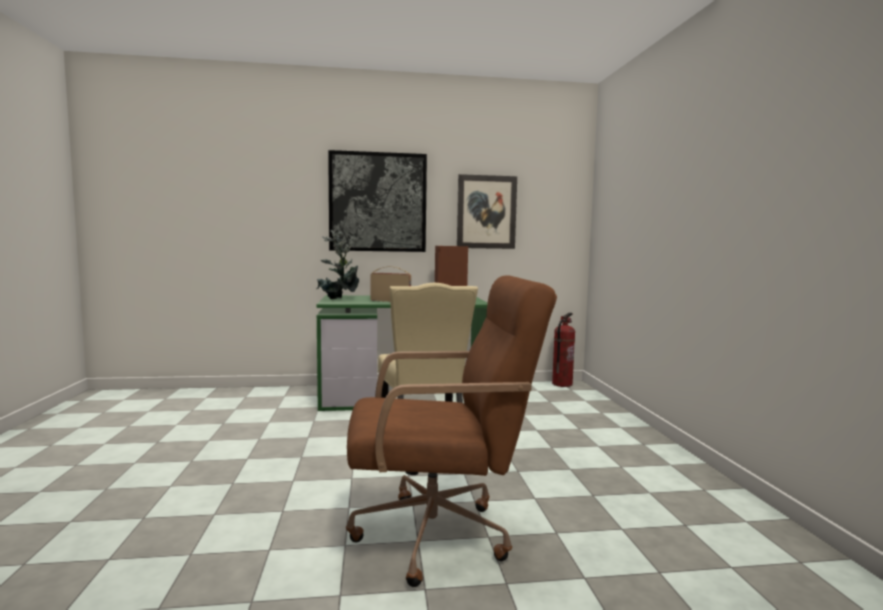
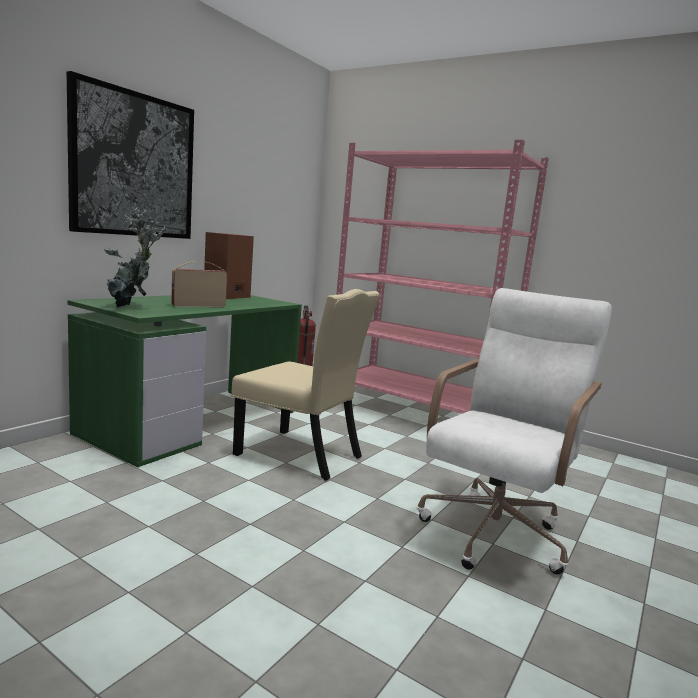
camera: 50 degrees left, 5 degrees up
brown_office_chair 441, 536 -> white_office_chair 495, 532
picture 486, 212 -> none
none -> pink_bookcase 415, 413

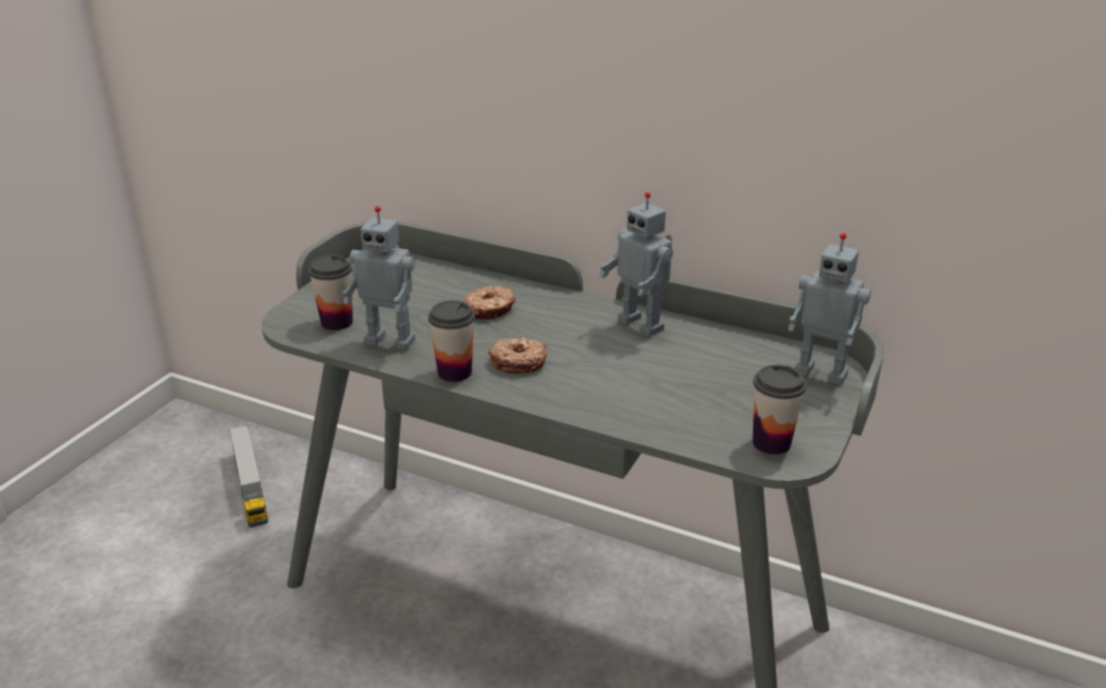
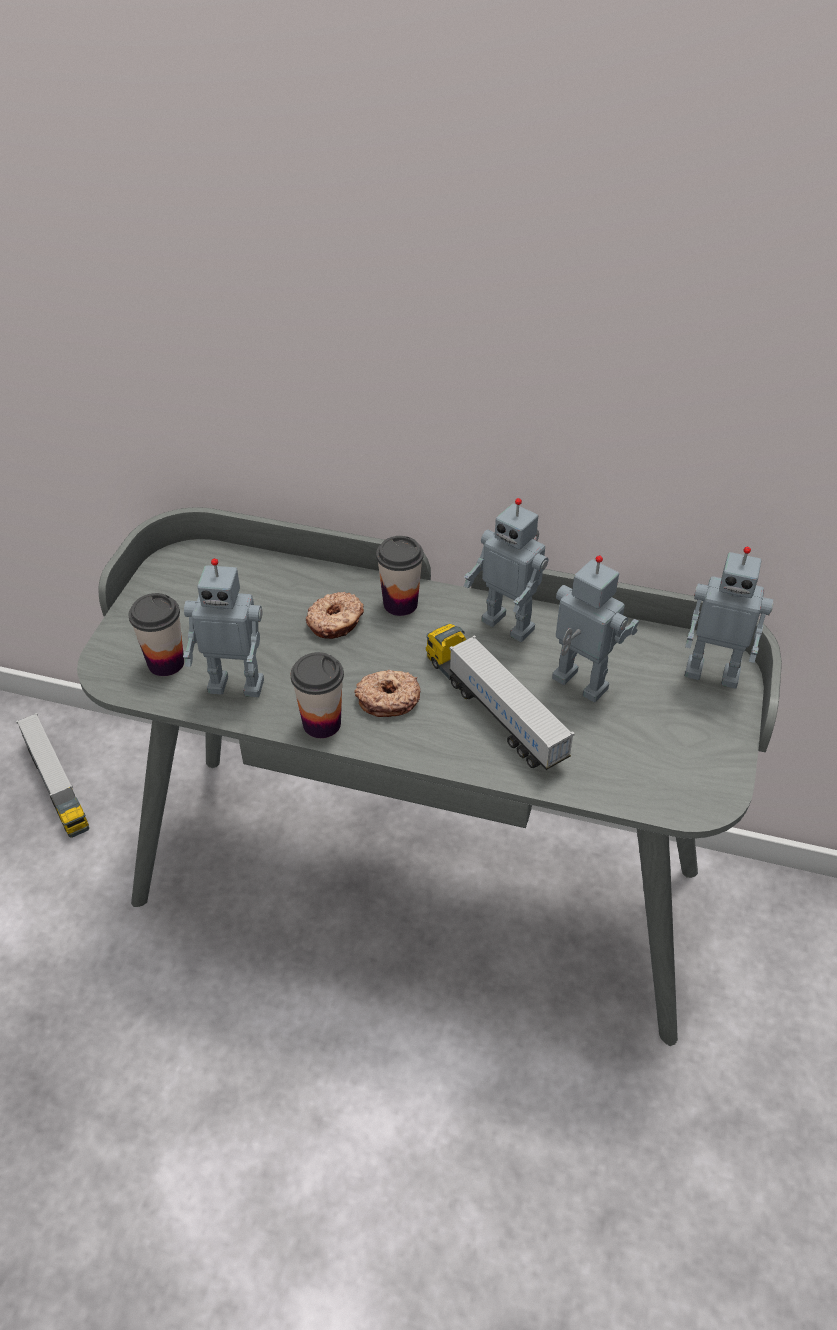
camera: 10 degrees left, 15 degrees up
cup 771, 443 -> cup 400, 604, relocated
none -> toy_truck 493, 710
none -> toy_robot 577, 685

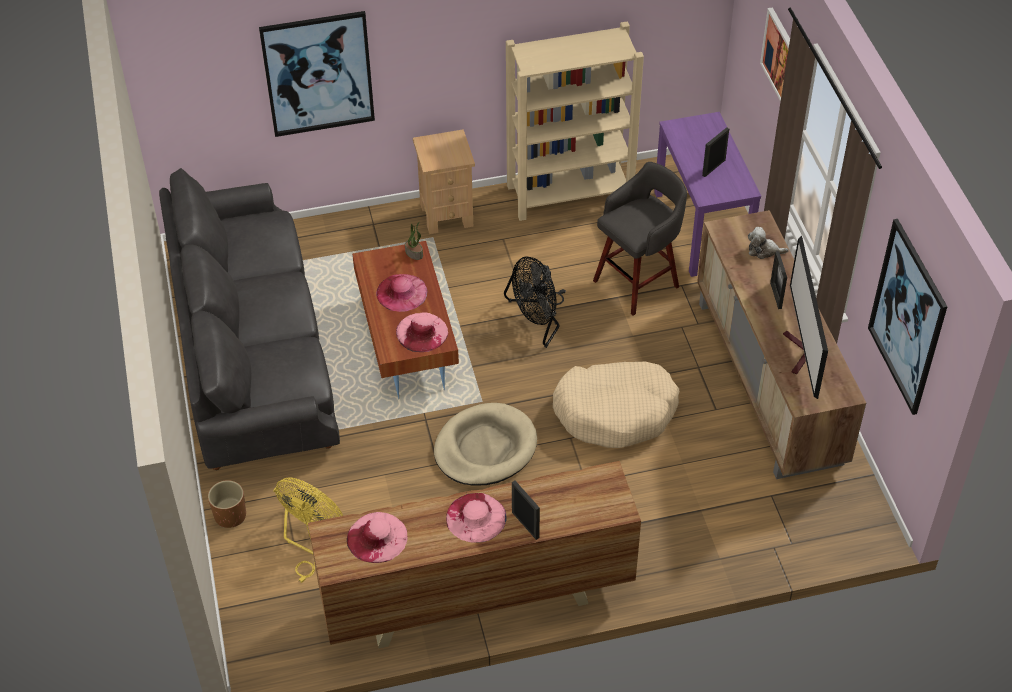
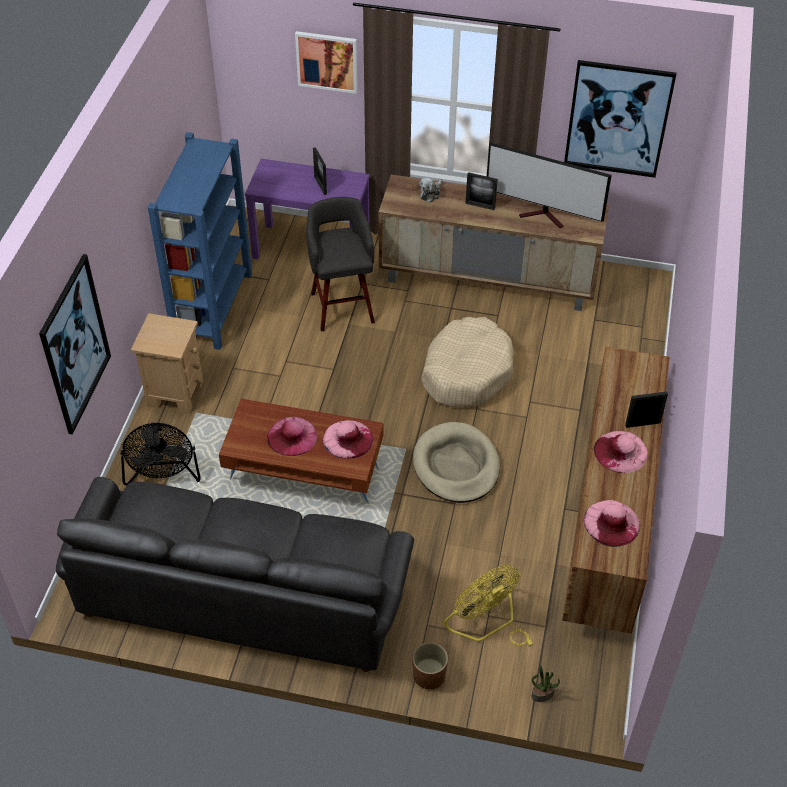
camera: 65 degrees left, 0 degrees up
potted_plant 414, 253 -> potted_plant 542, 694, relocated
black_fan 538, 316 -> black_fan 161, 472, relocated
beige_bookcase 570, 193 -> blue_bookcase 212, 306

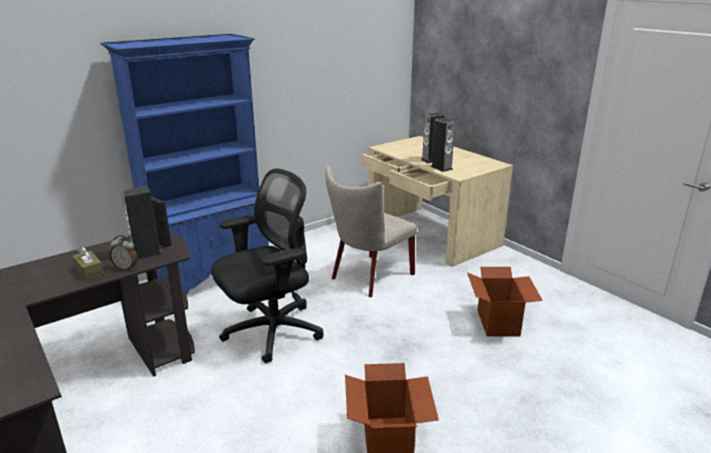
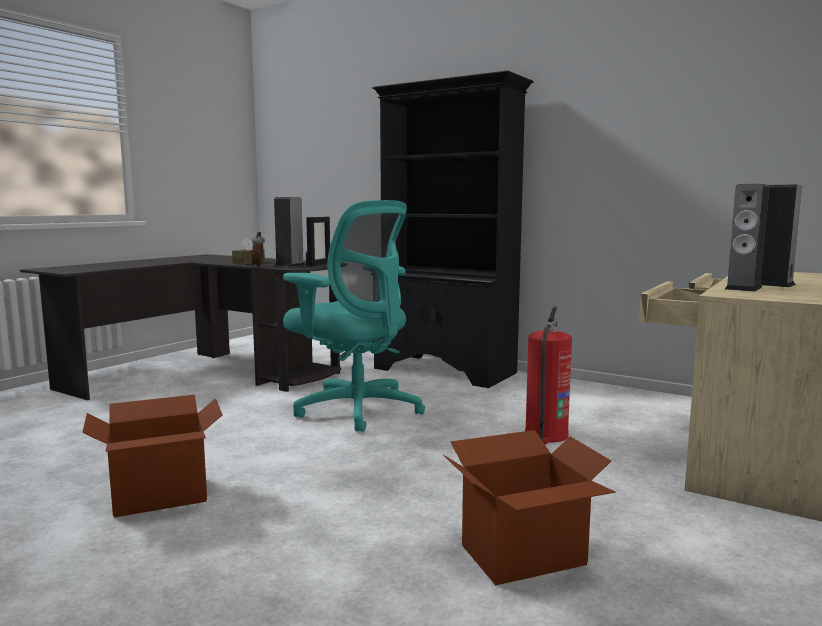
camera: 70 degrees right, 15 degrees down
blue_bookcase 211, 276 -> black_bookcase 445, 370
black_office_chair 268, 334 -> turquoise_office_chair 351, 409
beige_chair 368, 277 -> fire_extinguisher 545, 435

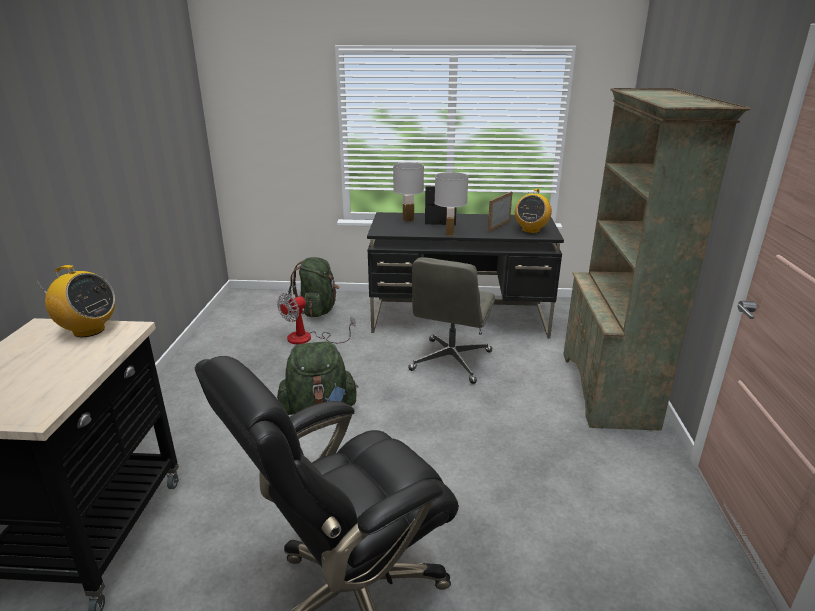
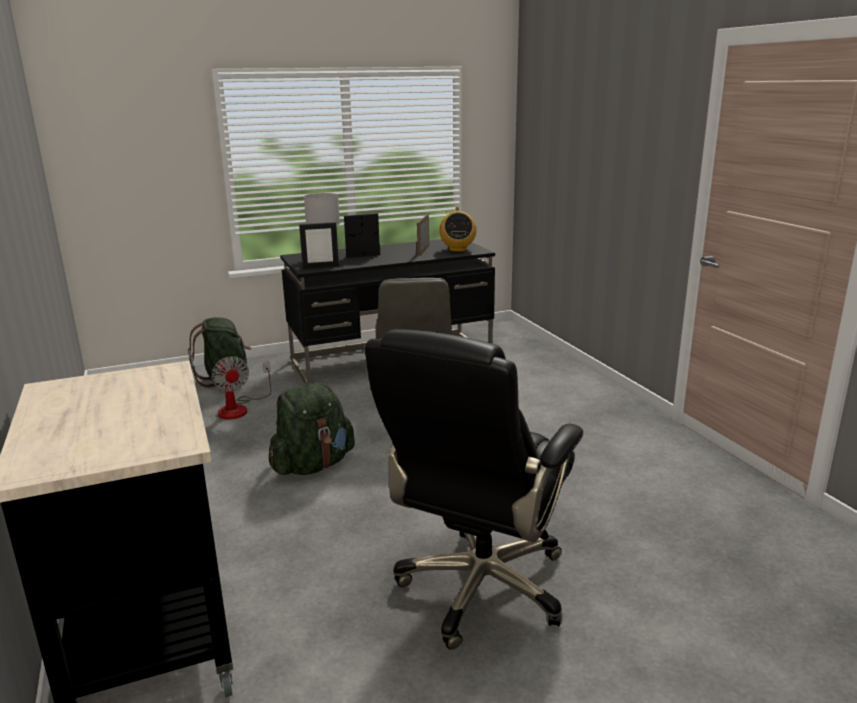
camera: 25 degrees left, 5 degrees down
radio 88, 330 -> none
fan 308, 338 -> fan 239, 408, 45 degrees counterclockwise
white_table_lamp 449, 233 -> none
green_bookcase 608, 388 -> none
none -> picture_frame 320, 266

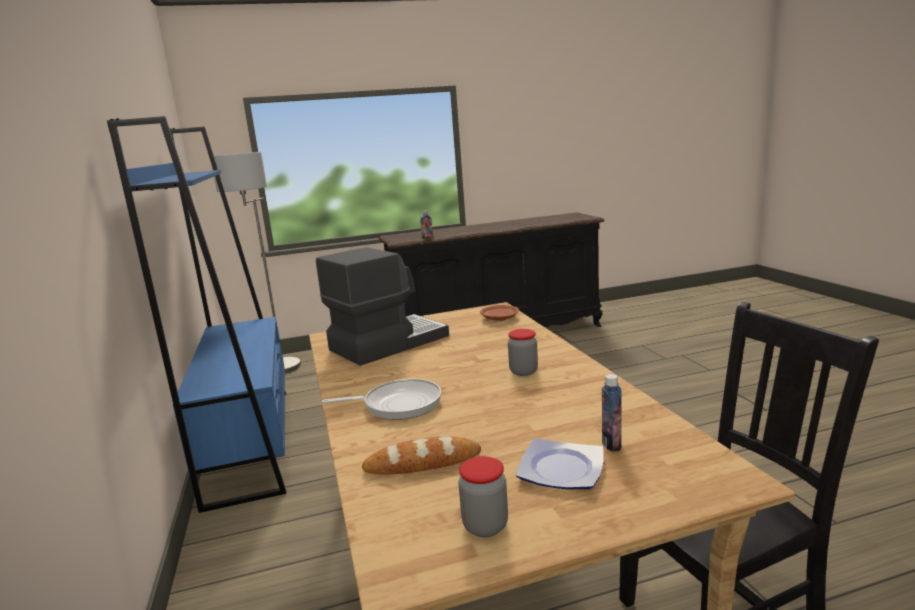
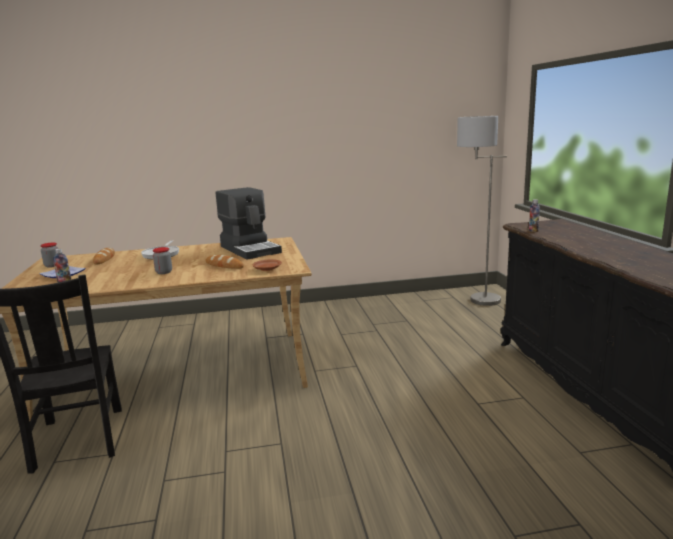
camera: 95 degrees right, 0 degrees up
blue_bookcase 250, 441 -> none
none -> bread 224, 265

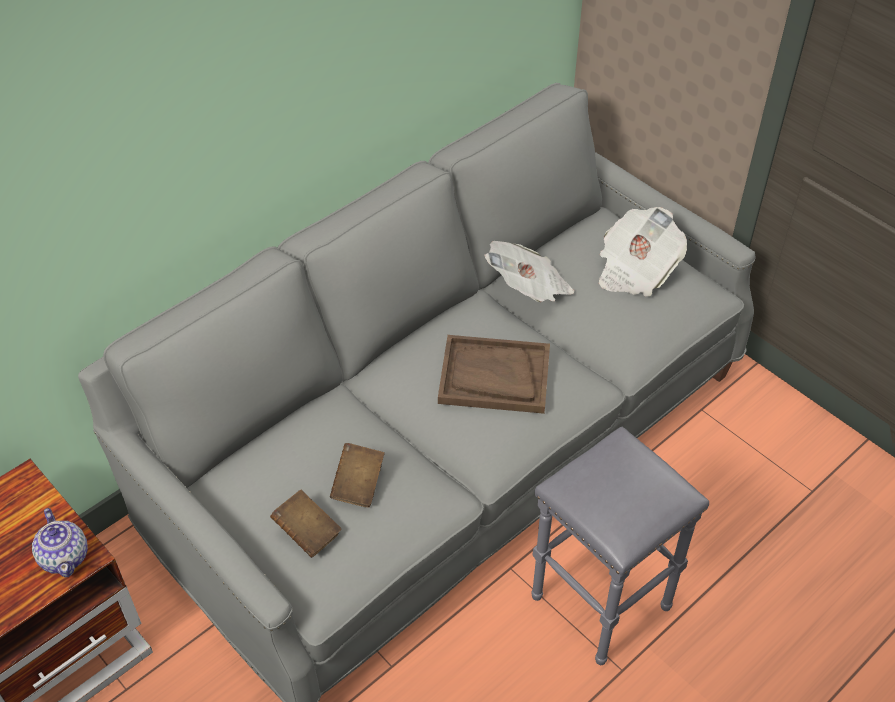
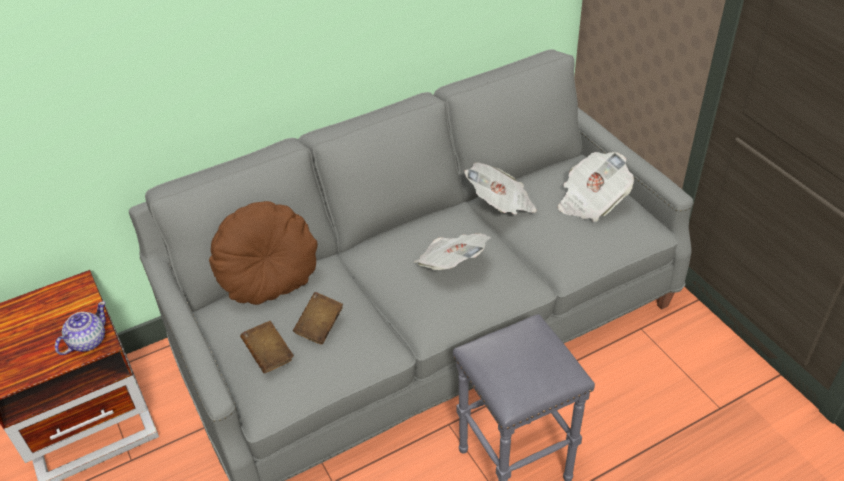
camera: 15 degrees right, 5 degrees down
teapot 65, 556 -> teapot 87, 341, 135 degrees counterclockwise
brown_tray 494, 376 -> newspaper 451, 264
none -> brown_pillow 271, 286

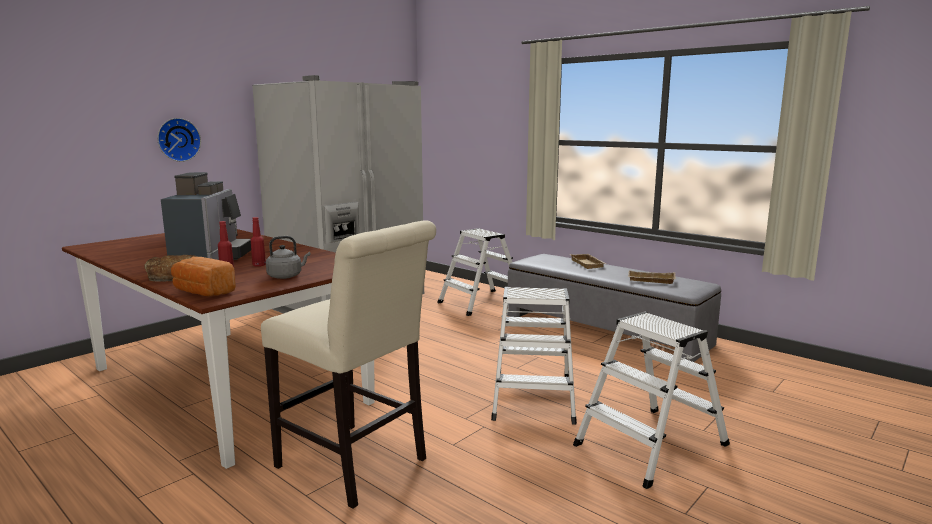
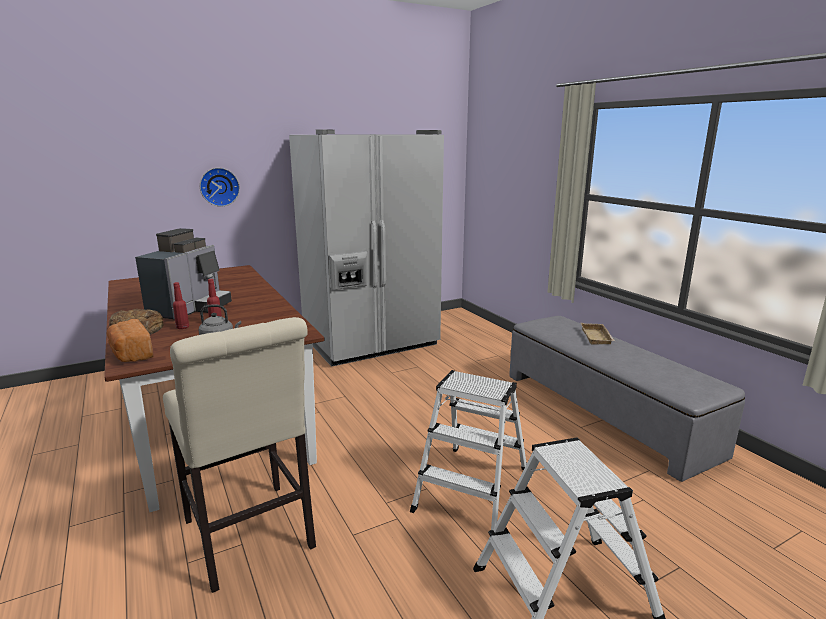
camera: 20 degrees right, 5 degrees up
white_step_ladder 481, 302 -> none
beige_tray 650, 280 -> none

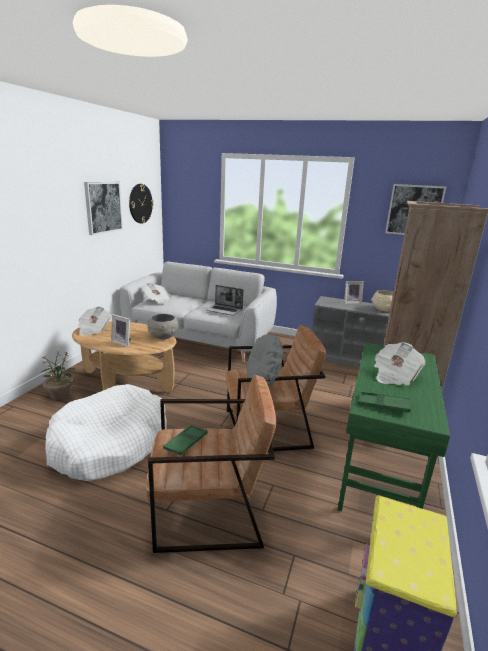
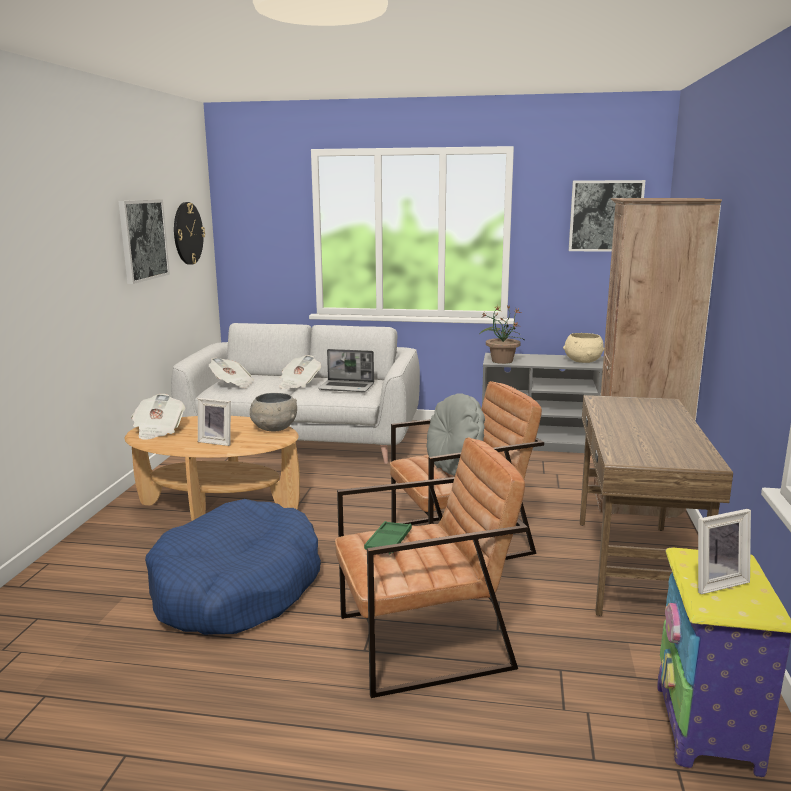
camera: 10 degrees left, 5 degrees down
potted_plant 60, 395 -> potted_plant 501, 361, relocated
white_dog_bed 110, 443 -> blue_dog_bed 236, 588
green_console_table 379, 473 -> brown_console_table 634, 568
picture_frame 351, 302 -> picture_frame 715, 582, relocated
green_tray 383, 405 -> none
newspaper 394, 376 -> newspaper 298, 384, relocated

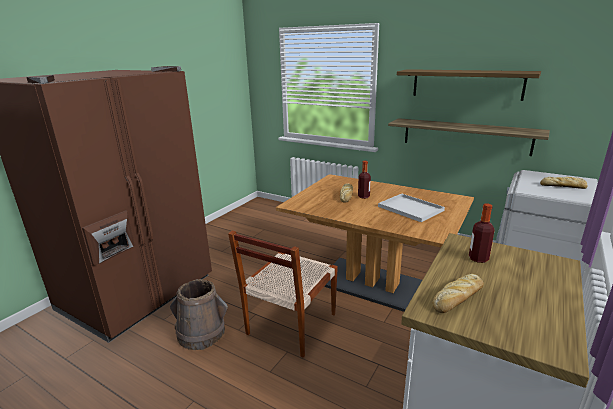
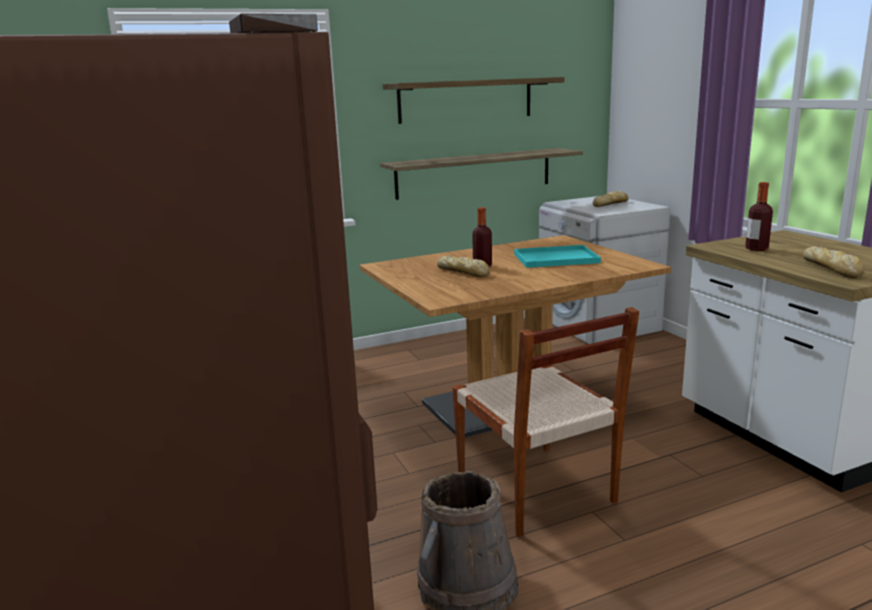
camera: 55 degrees left, 5 degrees down
white_tray 409, 208 -> turquoise_tray 554, 258

